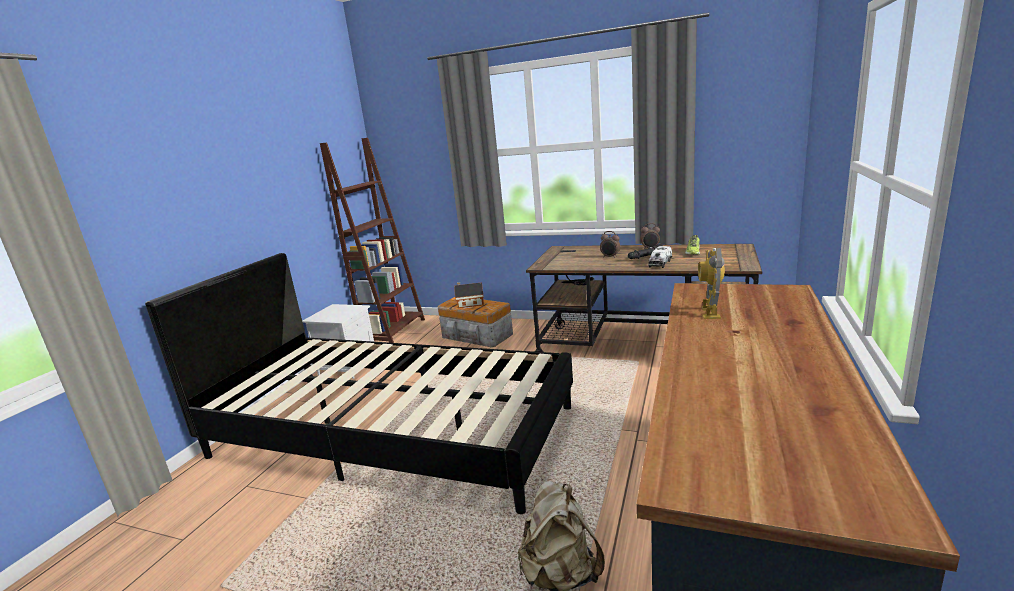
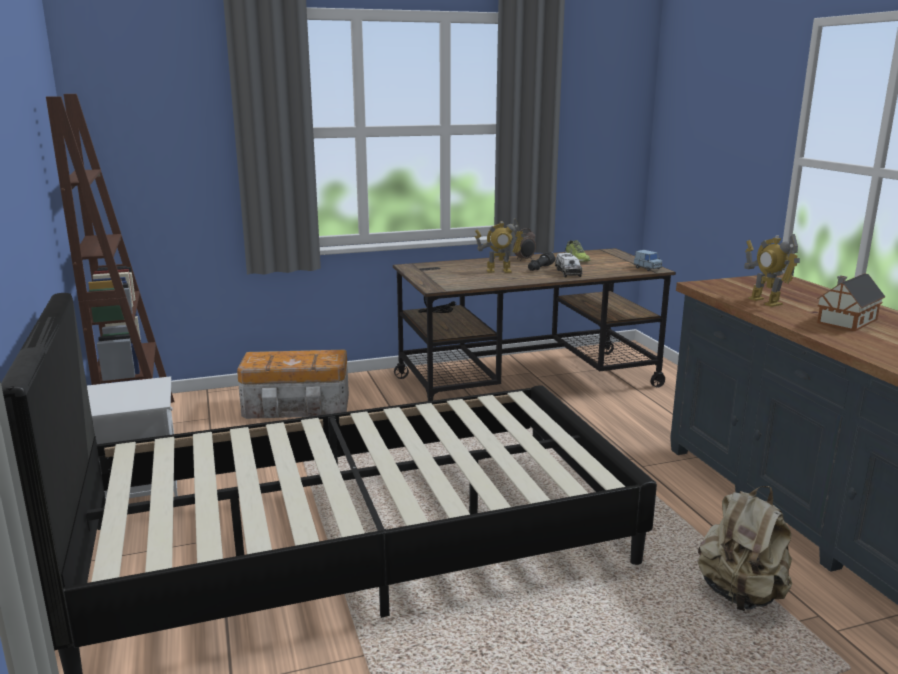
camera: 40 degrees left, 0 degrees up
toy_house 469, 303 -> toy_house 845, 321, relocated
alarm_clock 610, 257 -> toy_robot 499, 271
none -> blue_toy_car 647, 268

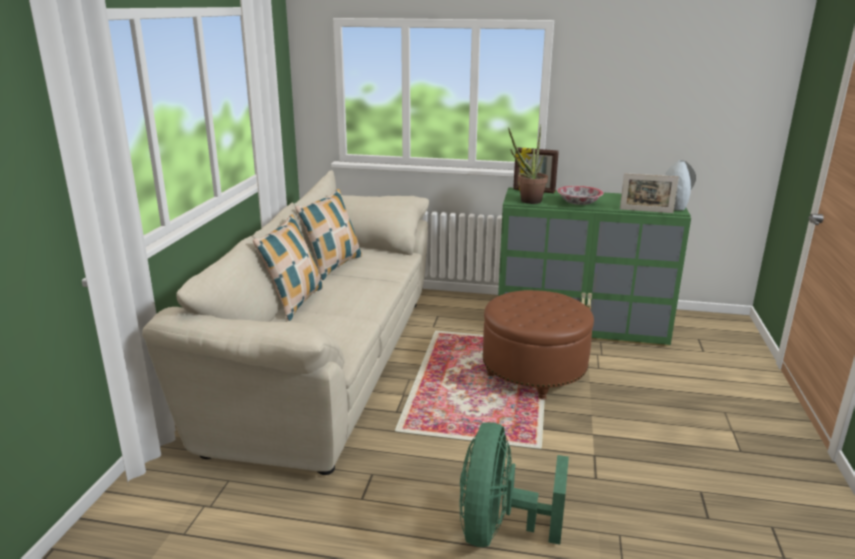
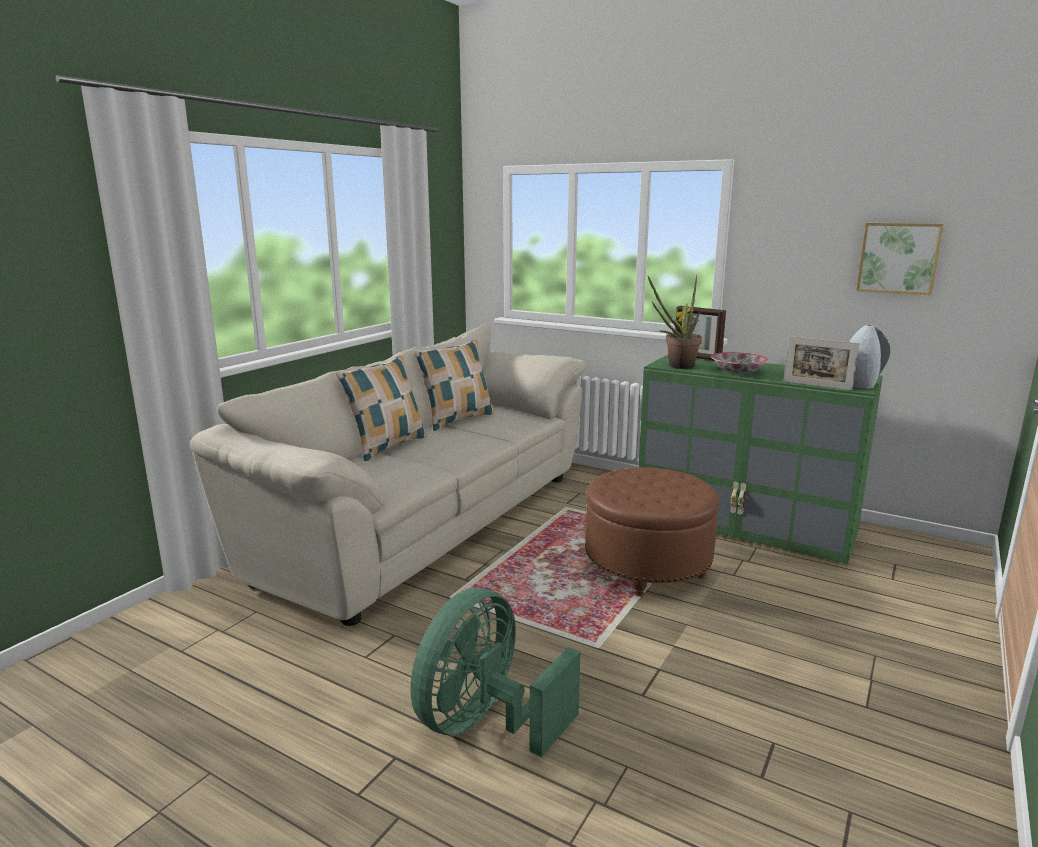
camera: 20 degrees right, 5 degrees down
none -> picture 898, 258

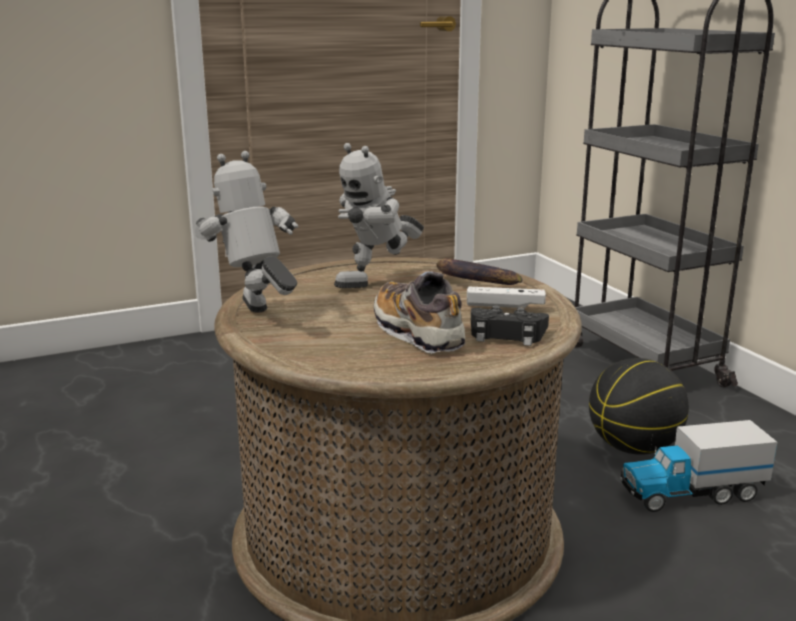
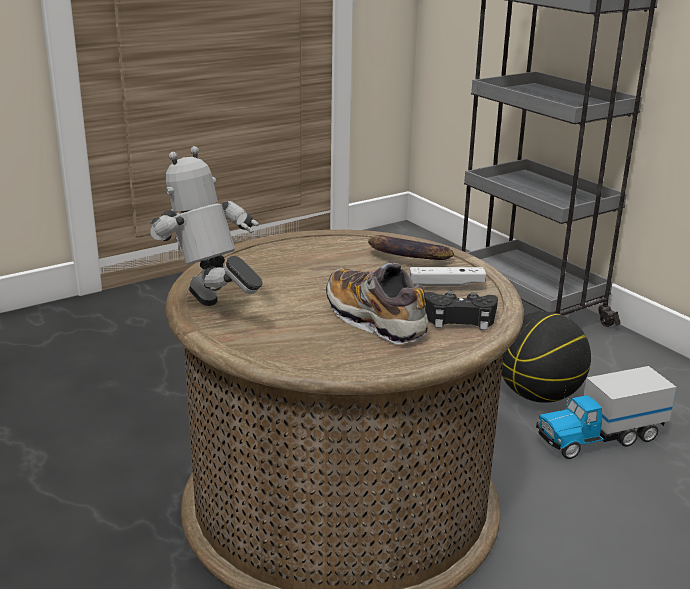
camera: 10 degrees left, 5 degrees up
toy_robot 378, 284 -> none

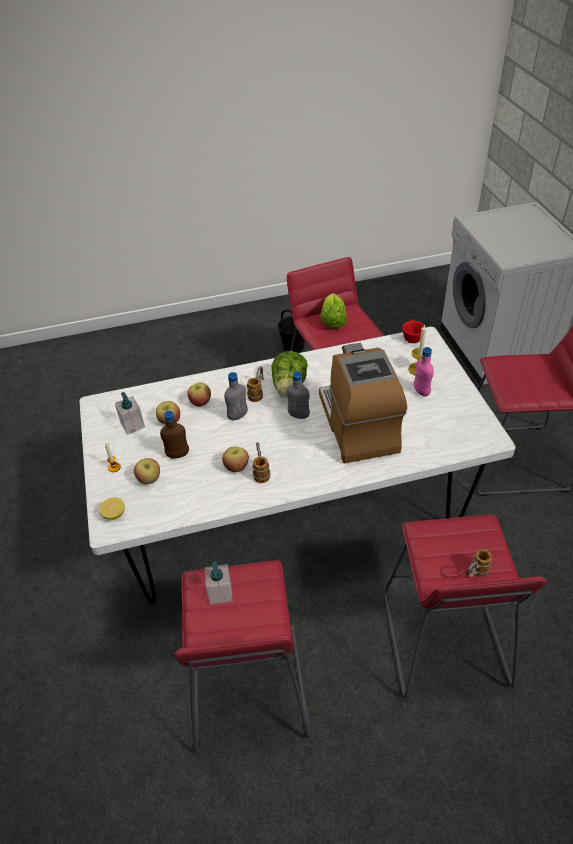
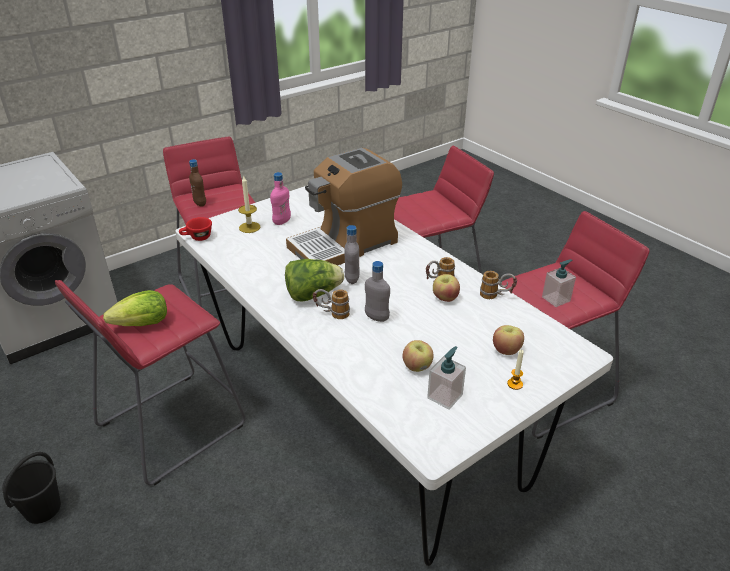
camera: 115 degrees left, 10 degrees down
lemon 114, 514 -> none
brown_bottle 178, 455 -> brown_bottle 200, 203, relocated
apple 200, 402 -> none
mug 474, 575 -> mug 496, 296, relocated

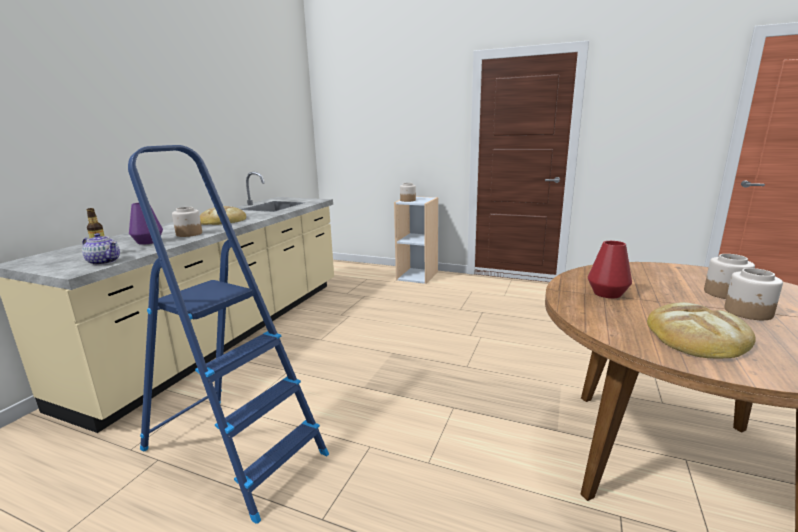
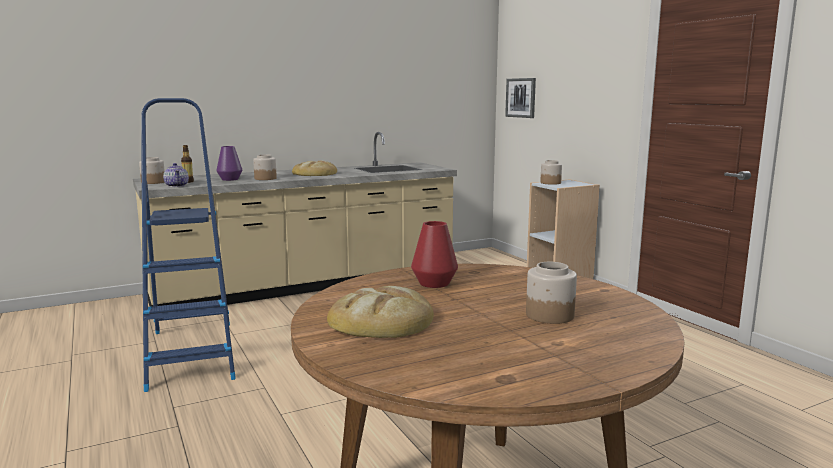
camera: 40 degrees right, 5 degrees down
jar 748, 312 -> jar 153, 182, relocated
none -> picture 521, 98

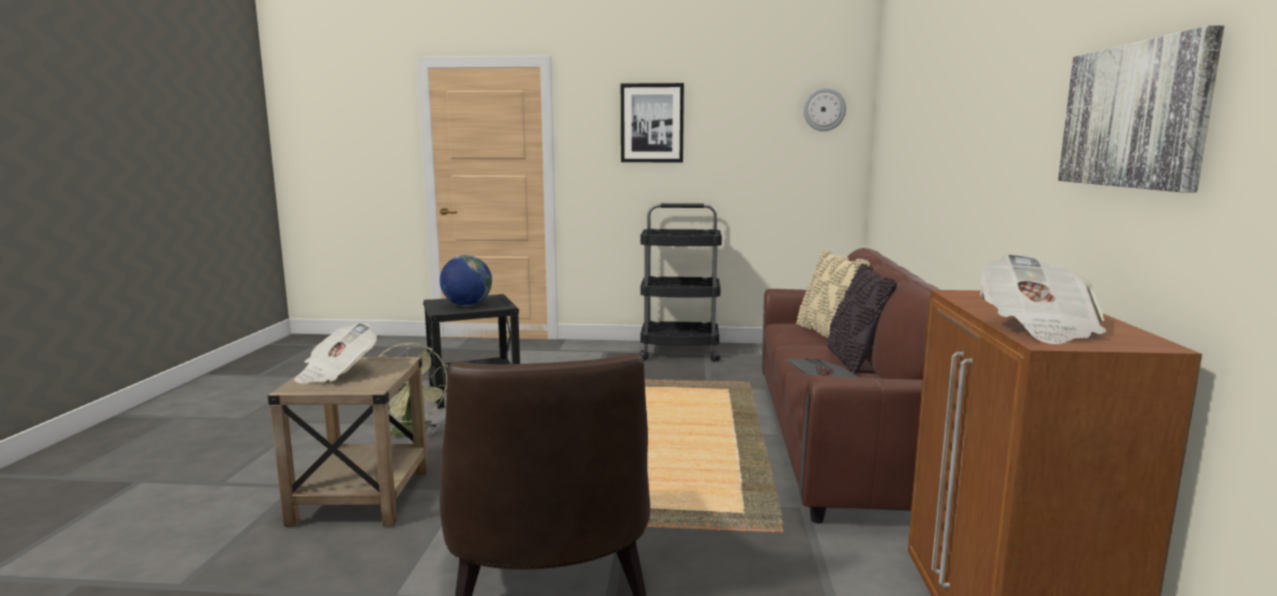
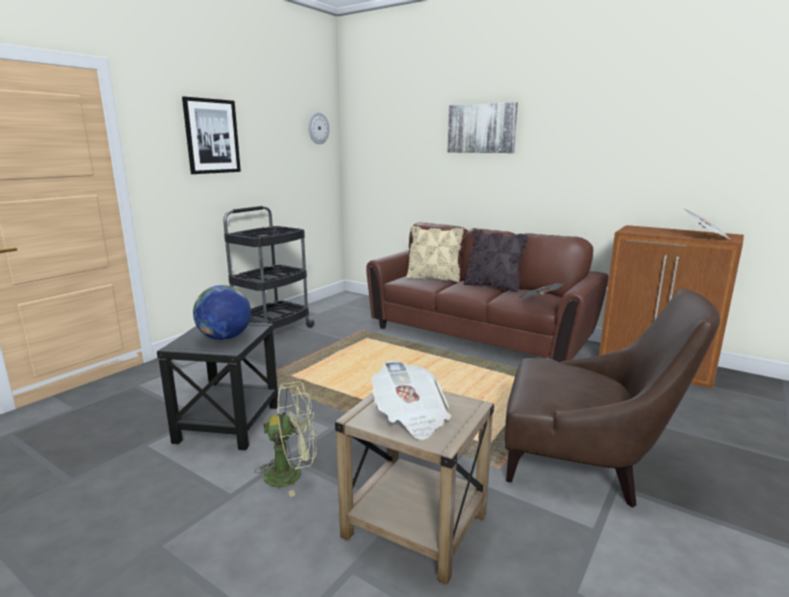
camera: 60 degrees left, 5 degrees up
picture 1134, 116 -> picture 481, 128, relocated

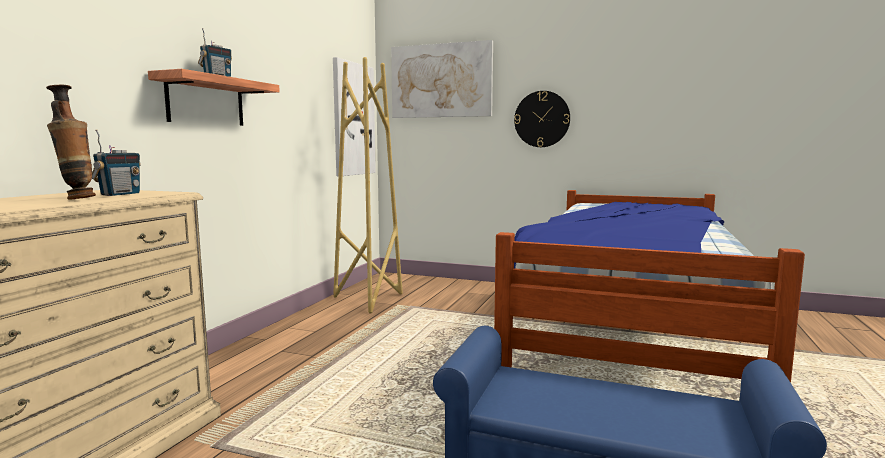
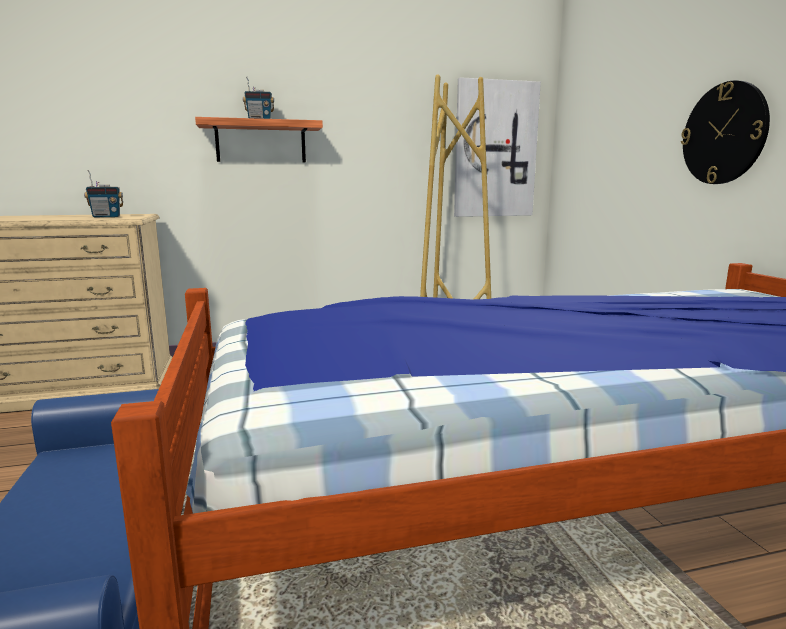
camera: 55 degrees right, 5 degrees up
vase 77, 199 -> none
picture 441, 81 -> none

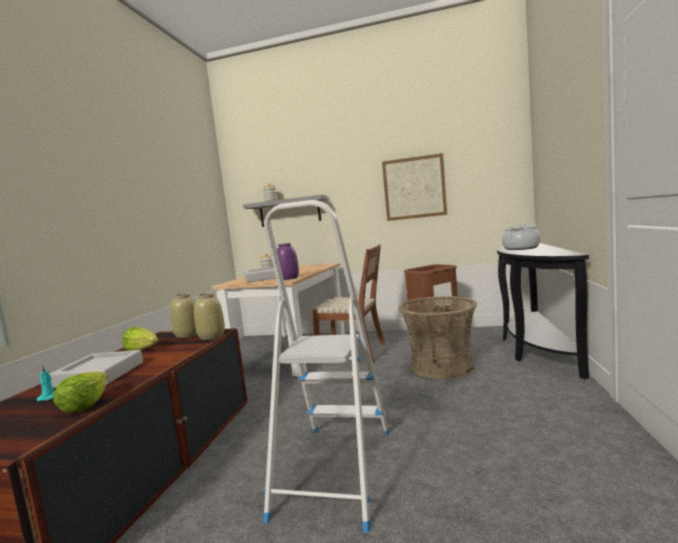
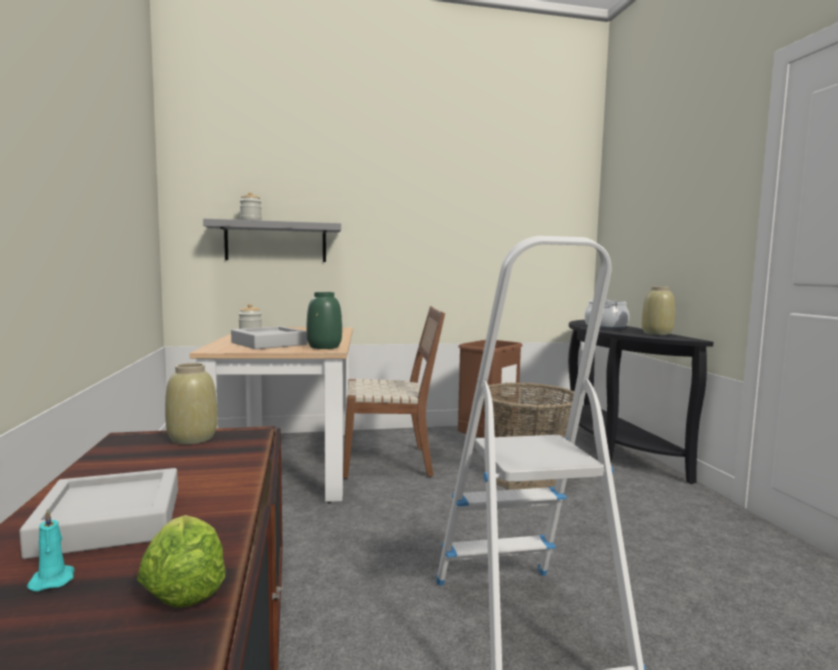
camera: 25 degrees left, 0 degrees up
lettuce 143, 350 -> none
beige_vase 212, 336 -> beige_vase 657, 333, relocated
purple_vase 288, 278 -> green_vase 324, 347
picture 414, 187 -> none

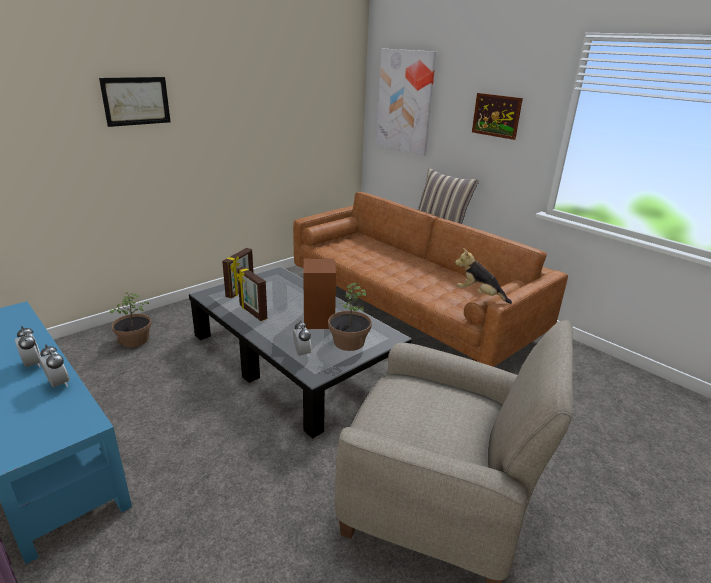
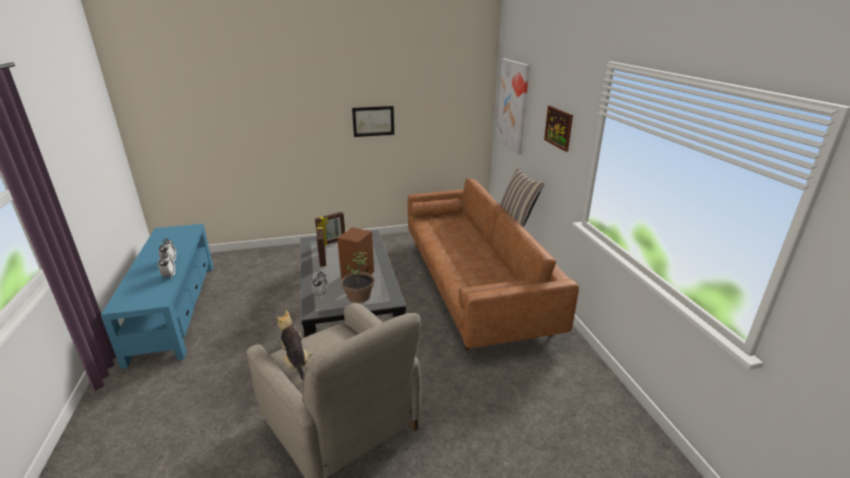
camera: 30 degrees right, 0 degrees up
picture 136, 101 -> picture 373, 121, relocated
potted_plant 134, 340 -> none
plush_toy 479, 295 -> plush_toy 296, 362, relocated

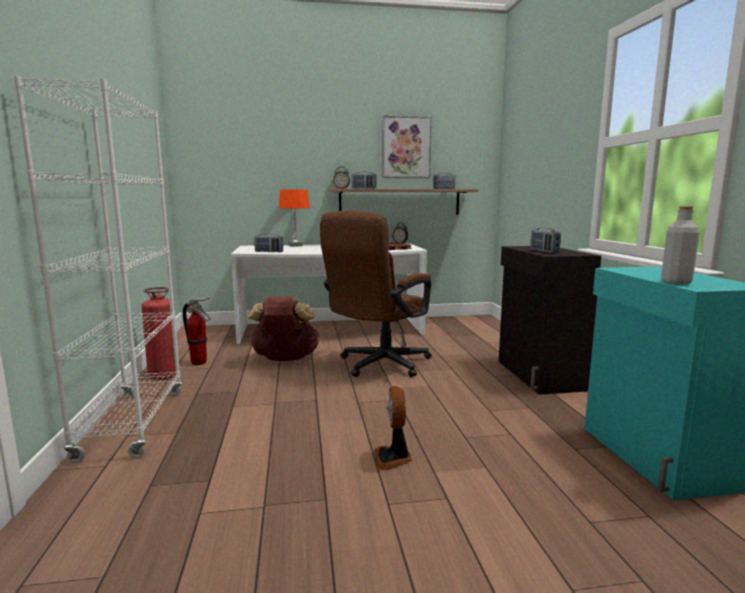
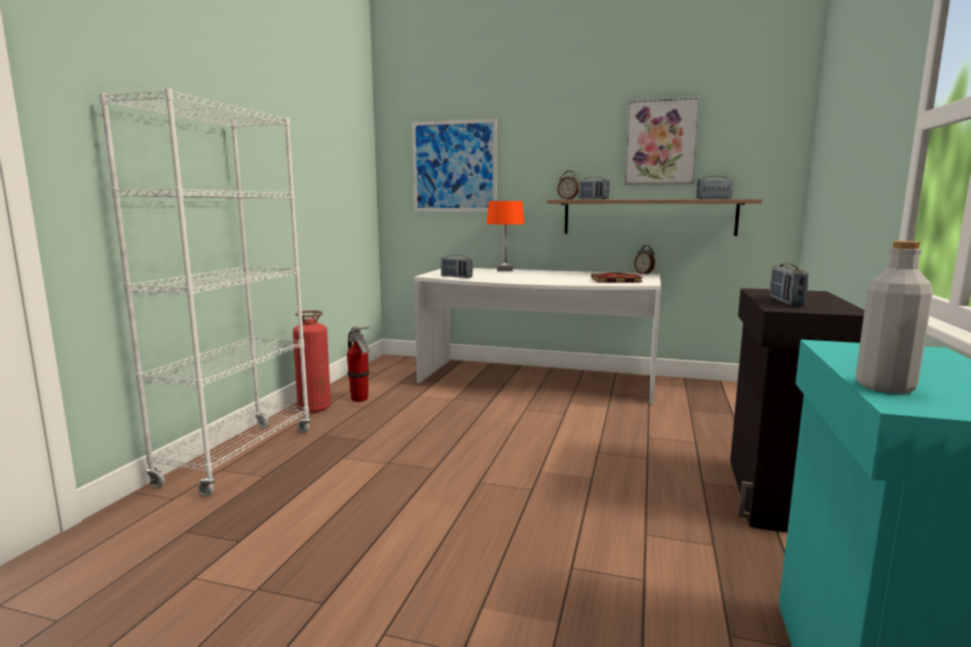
camera: 25 degrees right, 0 degrees up
brown_backpack 285, 359 -> none
brown_office_chair 378, 365 -> none
fan 393, 458 -> none
none -> picture 454, 166

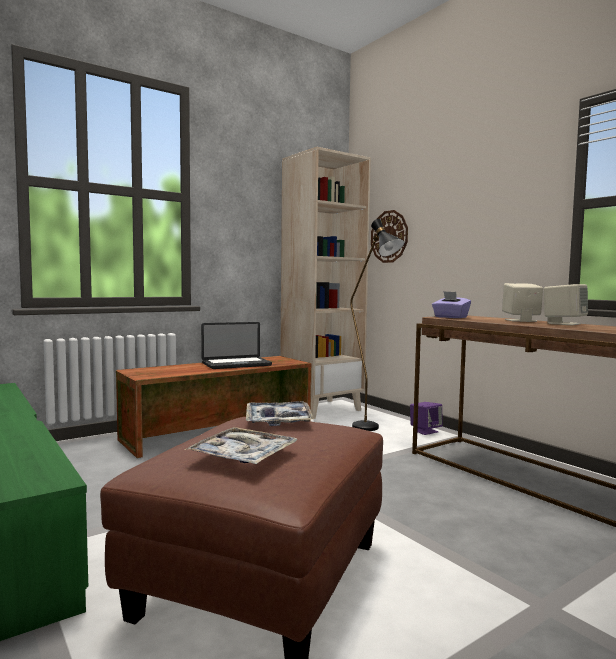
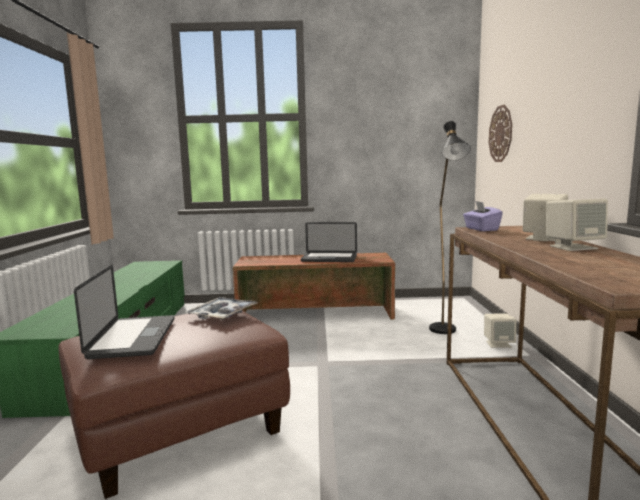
camera: 35 degrees right, 5 degrees up
tray 243, 456 -> laptop 133, 338
beige_bookcase 322, 409 -> none
purple_speaker 425, 431 -> beige_speaker 498, 344

